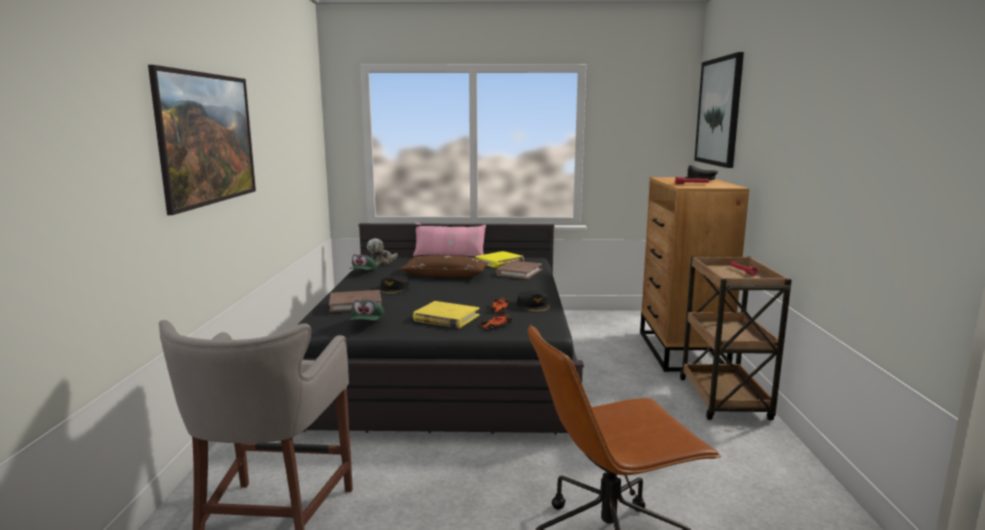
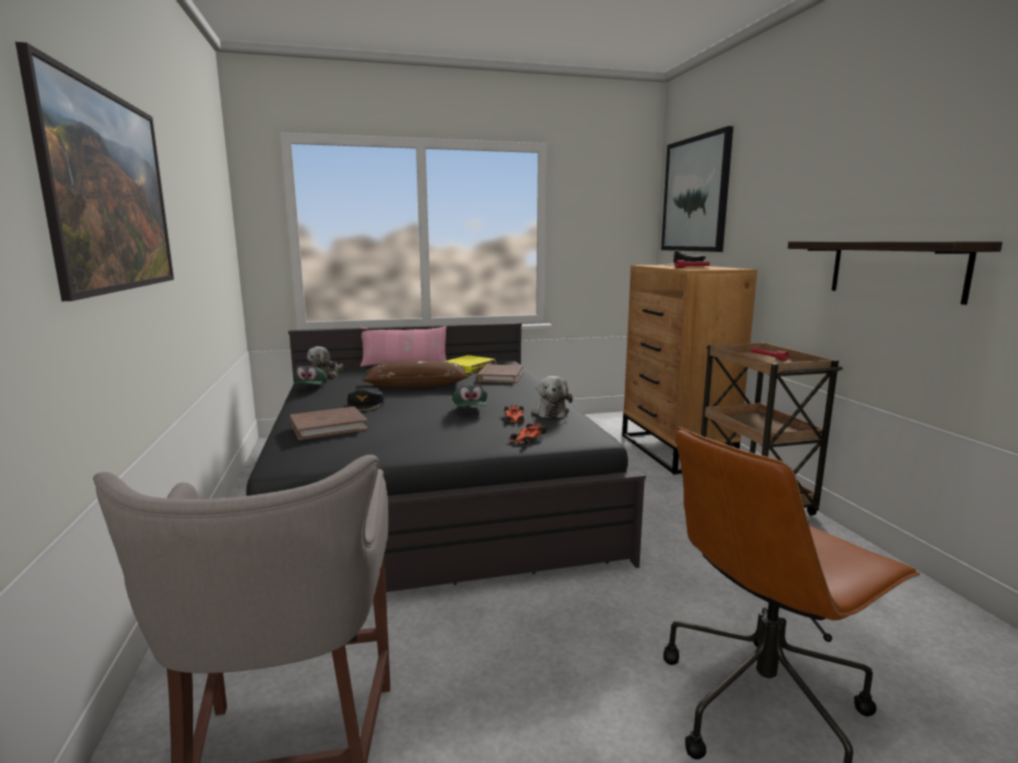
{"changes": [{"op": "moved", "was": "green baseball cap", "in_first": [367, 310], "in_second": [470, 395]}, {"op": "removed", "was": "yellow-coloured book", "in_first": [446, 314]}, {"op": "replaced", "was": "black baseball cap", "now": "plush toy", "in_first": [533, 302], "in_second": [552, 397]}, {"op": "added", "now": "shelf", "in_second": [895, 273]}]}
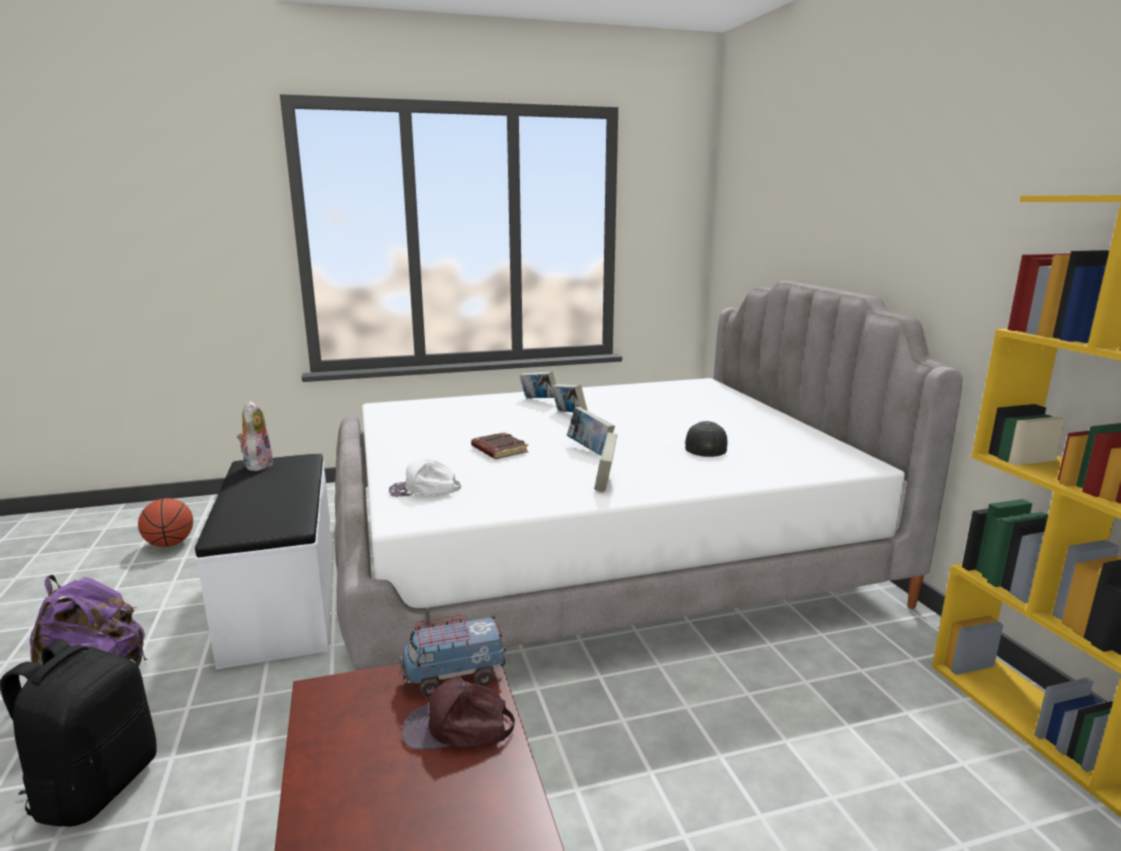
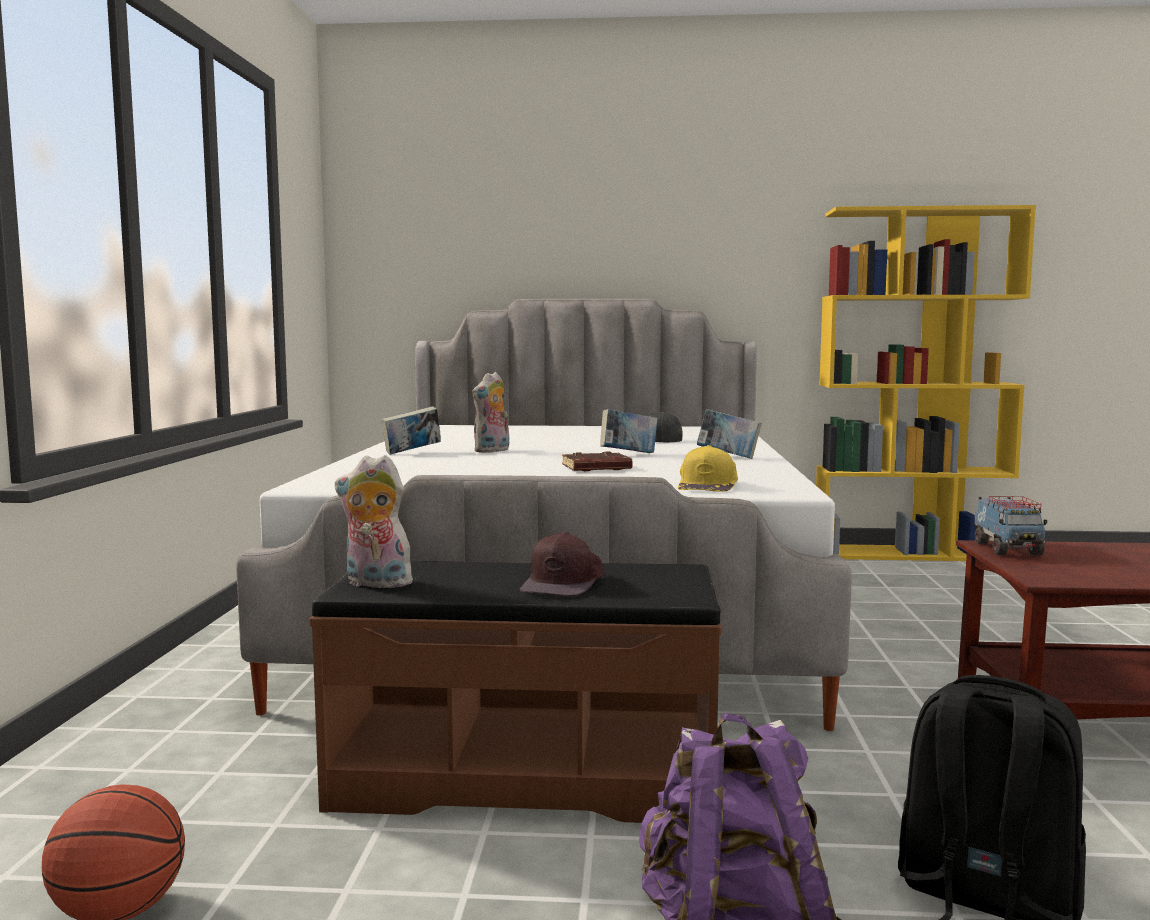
{"changes": [{"op": "recoloured", "was": "whitish long seat", "now": "brown-coloured long seat", "in_first": [264, 561], "in_second": [515, 692]}, {"op": "recoloured", "was": "whitish baseball cap", "now": "yellow-coloured baseball cap", "in_first": [425, 477], "in_second": [708, 468]}, {"op": "moved", "was": "brown-coloured baseball cap", "in_first": [458, 713], "in_second": [562, 563]}, {"op": "replaced", "was": "book", "now": "plush toy", "in_first": [569, 398], "in_second": [490, 412]}]}
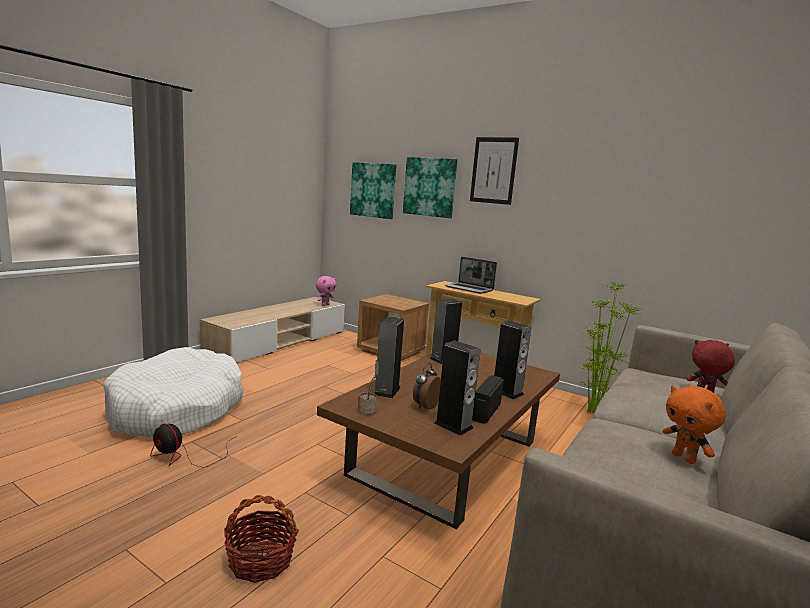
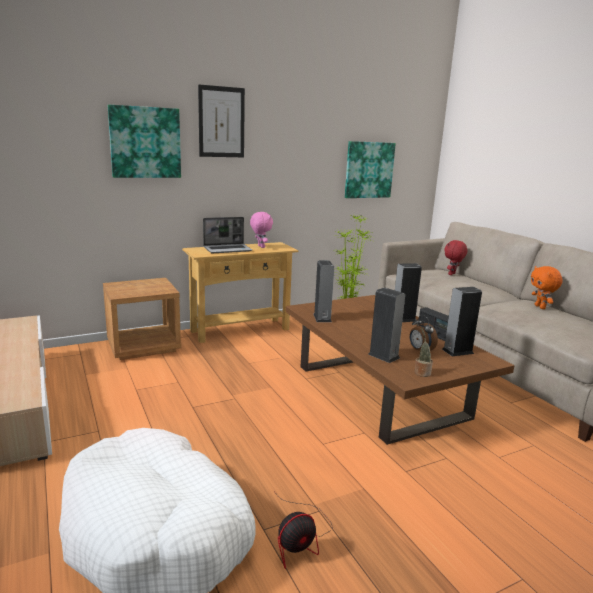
{"changes": [{"op": "removed", "was": "household basket", "in_first": [261, 539]}, {"op": "moved", "was": "pinkish plush toy", "in_first": [326, 291], "in_second": [261, 230]}, {"op": "moved", "was": "wall art", "in_first": [373, 190], "in_second": [370, 169]}, {"op": "turned", "was": "orangey plush toy", "in_first": [694, 424], "in_second": [546, 287], "clockwise": 75}]}
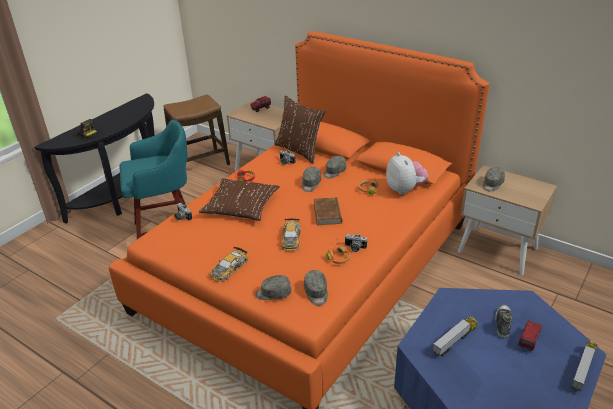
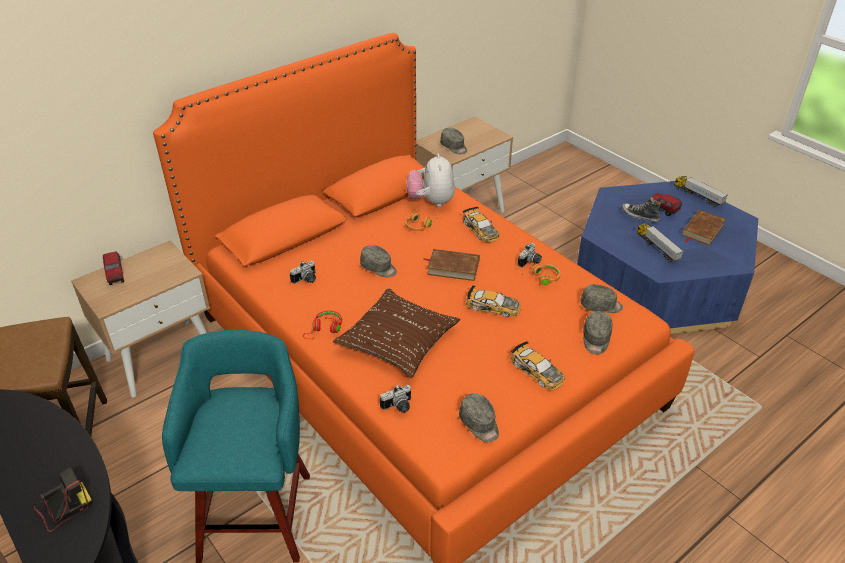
{"changes": [{"op": "removed", "was": "brown-coloured cushion", "in_first": [300, 130]}, {"op": "moved", "was": "gray baseball cap", "in_first": [334, 167], "in_second": [479, 417]}, {"op": "turned", "was": "plush toy", "in_first": [407, 173], "in_second": [430, 180], "clockwise": -90}, {"op": "added", "now": "model car", "in_second": [480, 224]}, {"op": "added", "now": "brown-coloured book", "in_second": [704, 228]}]}
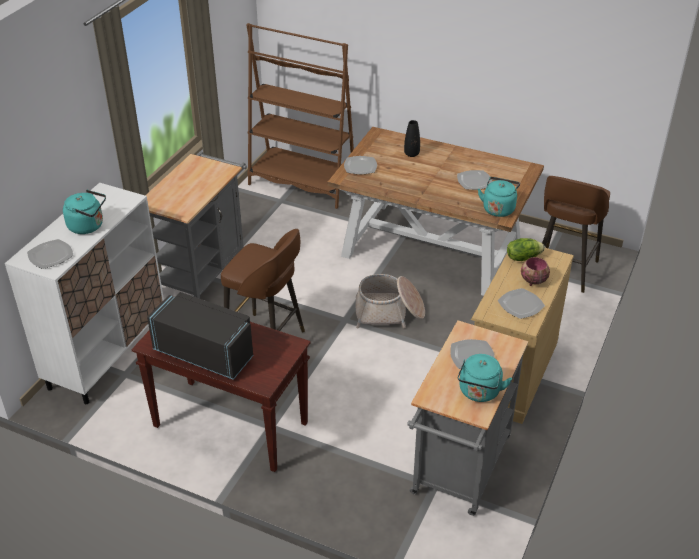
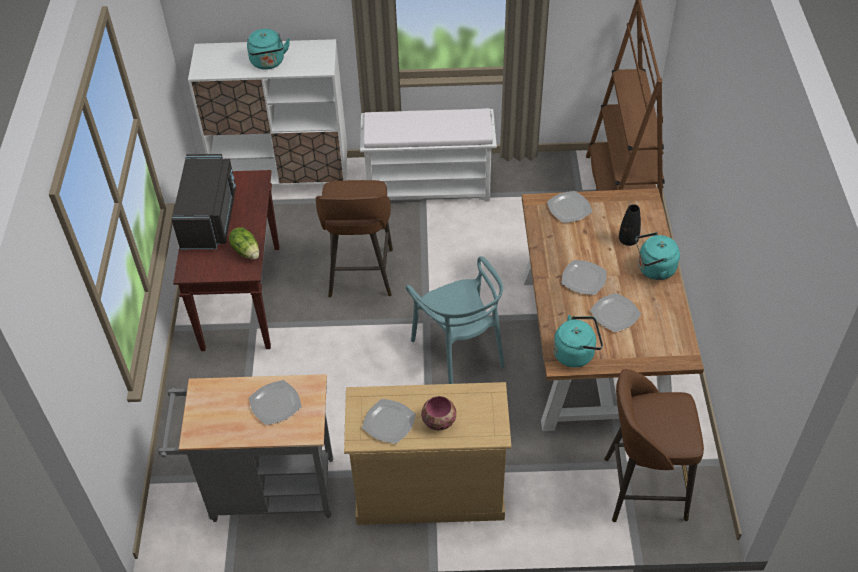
{"changes": [{"op": "moved", "was": "dinner plate", "in_first": [50, 254], "in_second": [584, 277]}, {"op": "replaced", "was": "gray wheeled cart", "now": "whitish long seat", "in_first": [196, 225], "in_second": [428, 154]}, {"op": "replaced", "was": "household basket", "now": "blue-green upright chair", "in_first": [390, 301], "in_second": [455, 320]}, {"op": "moved", "was": "blue-green kettle", "in_first": [485, 378], "in_second": [657, 256]}, {"op": "moved", "was": "head of lettuce", "in_first": [526, 249], "in_second": [244, 243]}]}
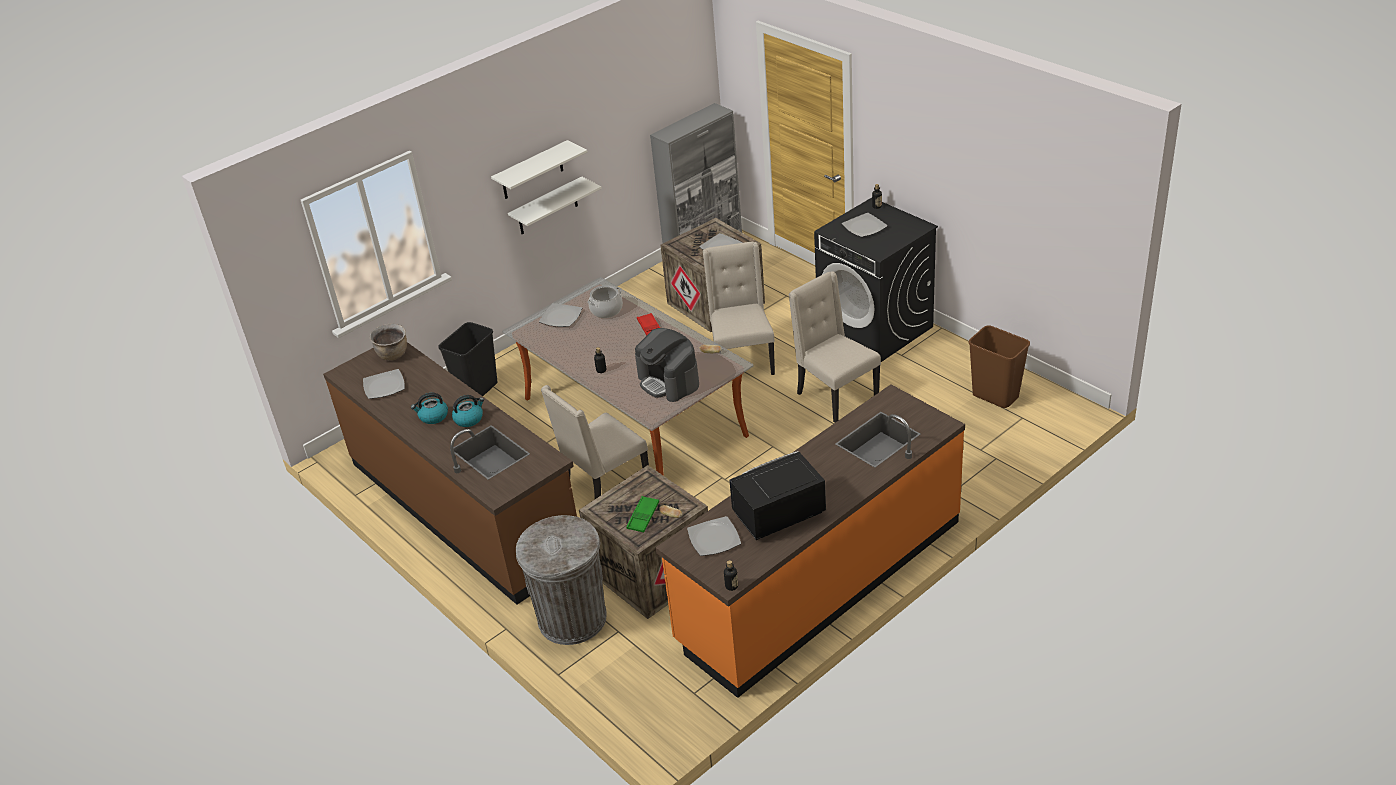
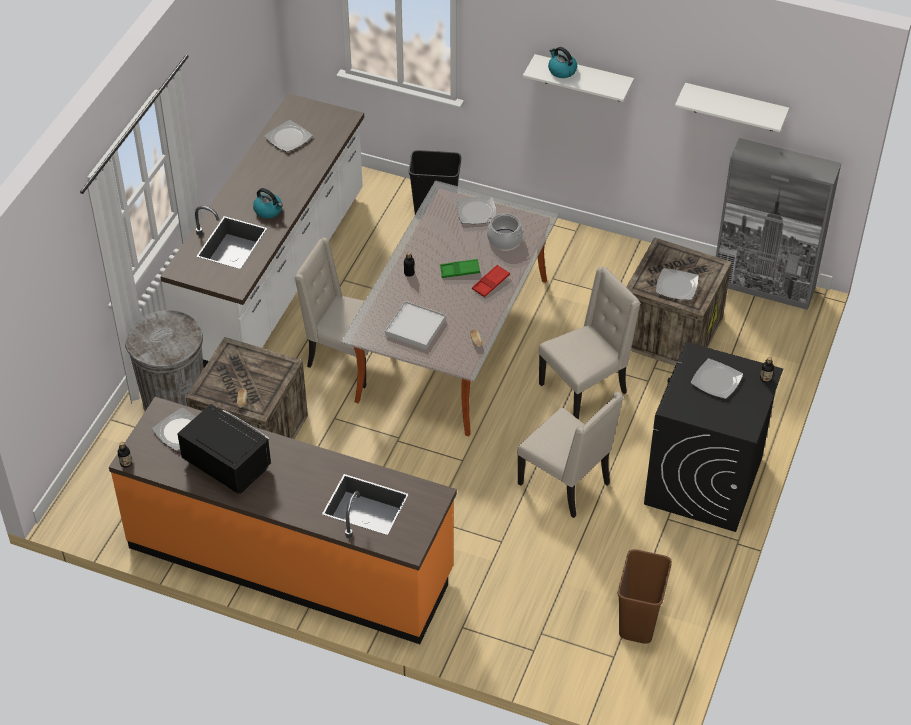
{"changes": [{"op": "recoloured", "was": "brown-coloured kitchen counter", "now": "whitish kitchen counter", "in_first": [450, 473], "in_second": [262, 230]}, {"op": "removed", "was": "brown-coloured cooking pot", "in_first": [388, 342]}, {"op": "moved", "was": "kettle", "in_first": [429, 408], "in_second": [562, 62]}, {"op": "moved", "was": "whitish shelf", "in_first": [555, 205], "in_second": [732, 107]}, {"op": "moved", "was": "green tray", "in_first": [643, 514], "in_second": [460, 268]}, {"op": "replaced", "was": "coffee maker", "now": "whitish tray", "in_first": [667, 365], "in_second": [415, 325]}, {"op": "turned", "was": "sand-coloured upright chair", "in_first": [835, 347], "in_second": [570, 455], "clockwise": 105}]}
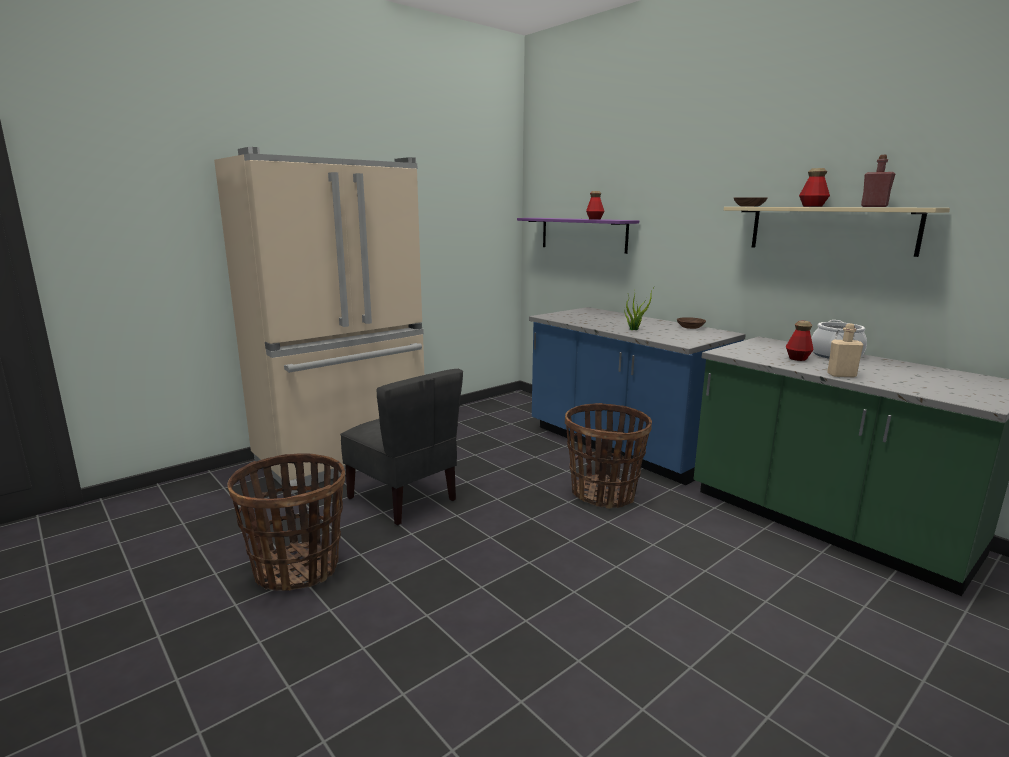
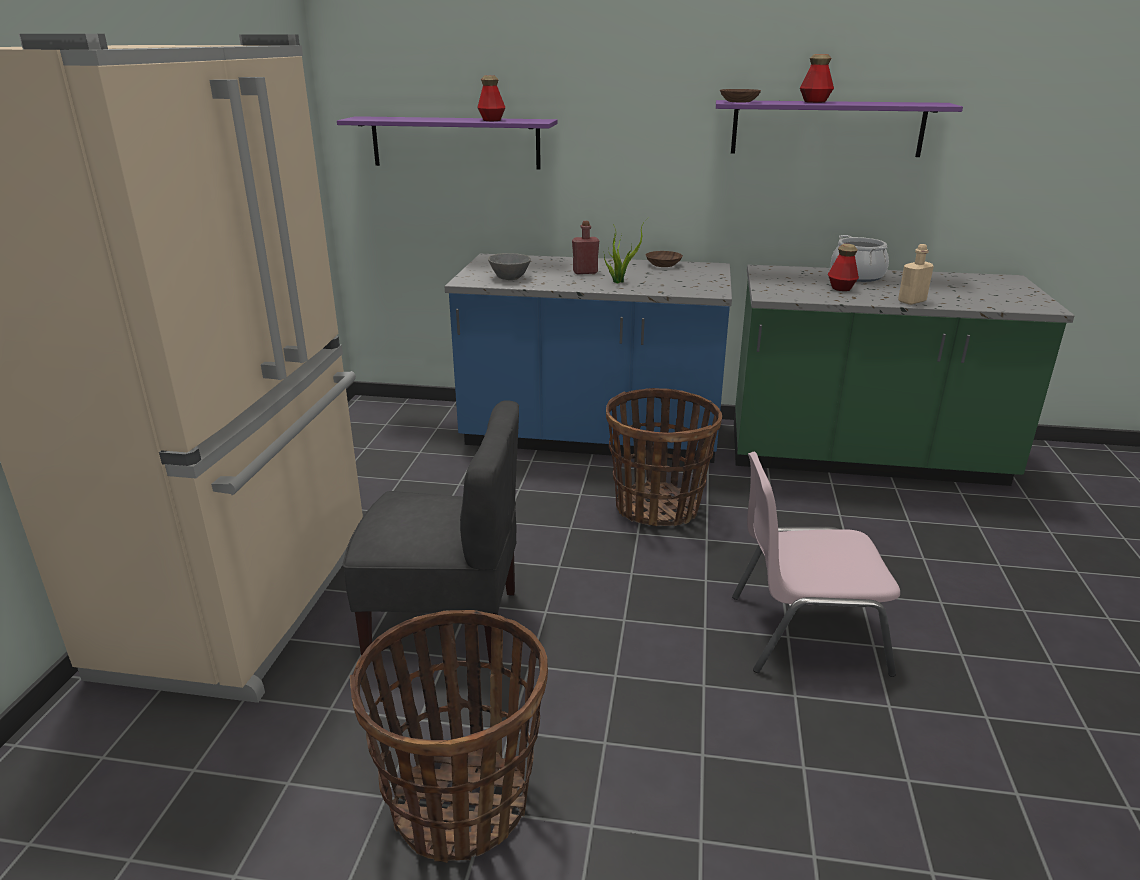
{"changes": [{"op": "recoloured", "was": "sand-coloured shelf", "now": "purplish shelf", "in_first": [837, 232], "in_second": [839, 128]}, {"op": "moved", "was": "red beverage bottle", "in_first": [878, 181], "in_second": [585, 247]}, {"op": "added", "now": "gray serving bowl", "in_second": [509, 266]}, {"op": "added", "now": "pinkish upright chair", "in_second": [816, 564]}]}
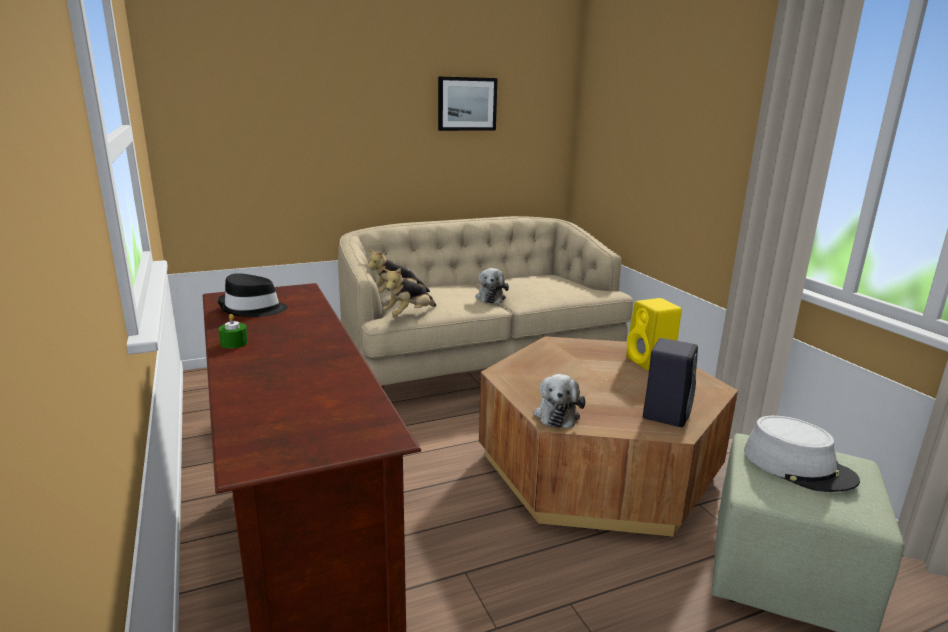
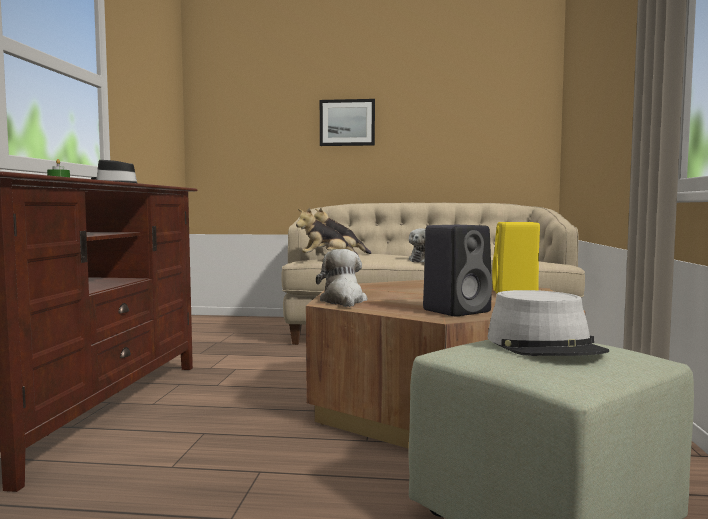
{"changes": [{"op": "moved", "was": "wall art", "in_first": [468, 104], "in_second": [347, 122]}, {"op": "turned", "was": "plush toy", "in_first": [559, 401], "in_second": [341, 278], "clockwise": 135}]}
